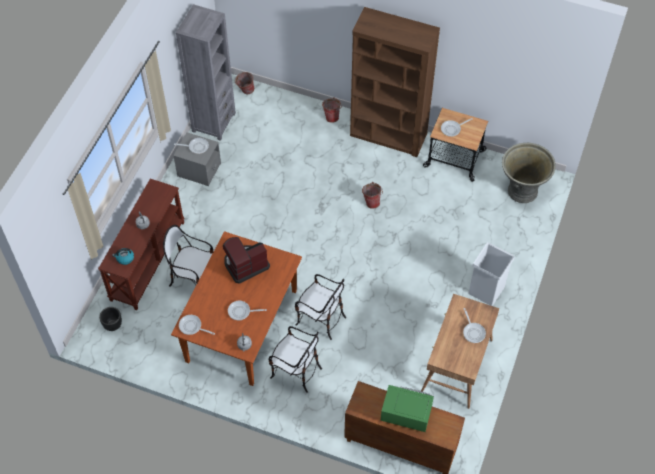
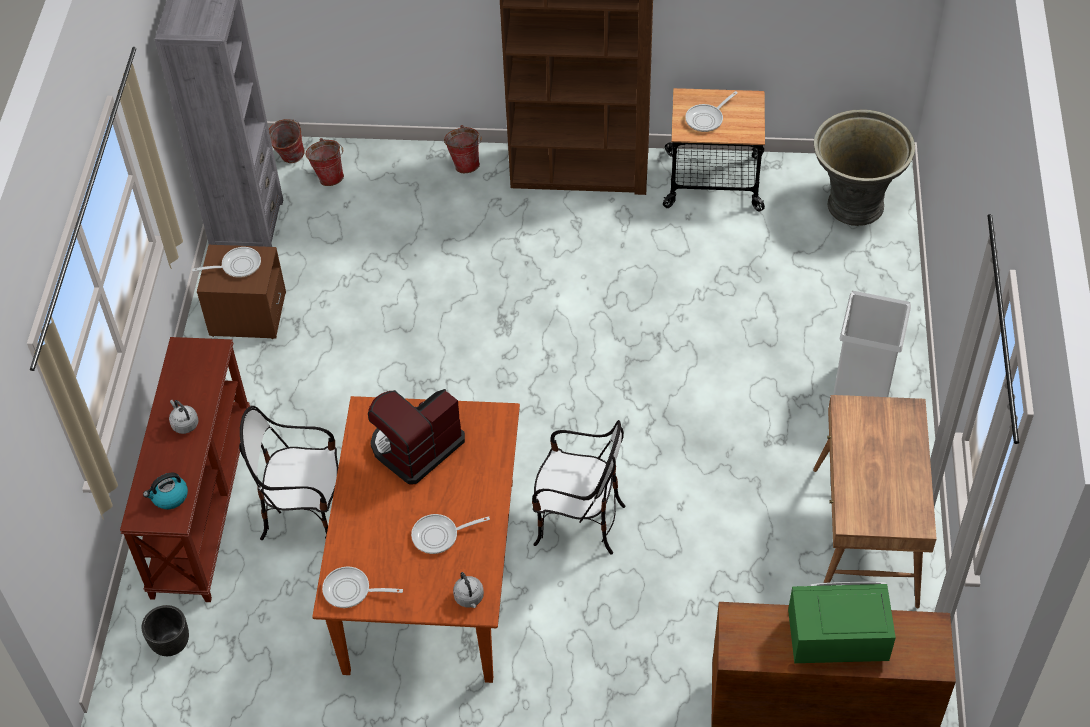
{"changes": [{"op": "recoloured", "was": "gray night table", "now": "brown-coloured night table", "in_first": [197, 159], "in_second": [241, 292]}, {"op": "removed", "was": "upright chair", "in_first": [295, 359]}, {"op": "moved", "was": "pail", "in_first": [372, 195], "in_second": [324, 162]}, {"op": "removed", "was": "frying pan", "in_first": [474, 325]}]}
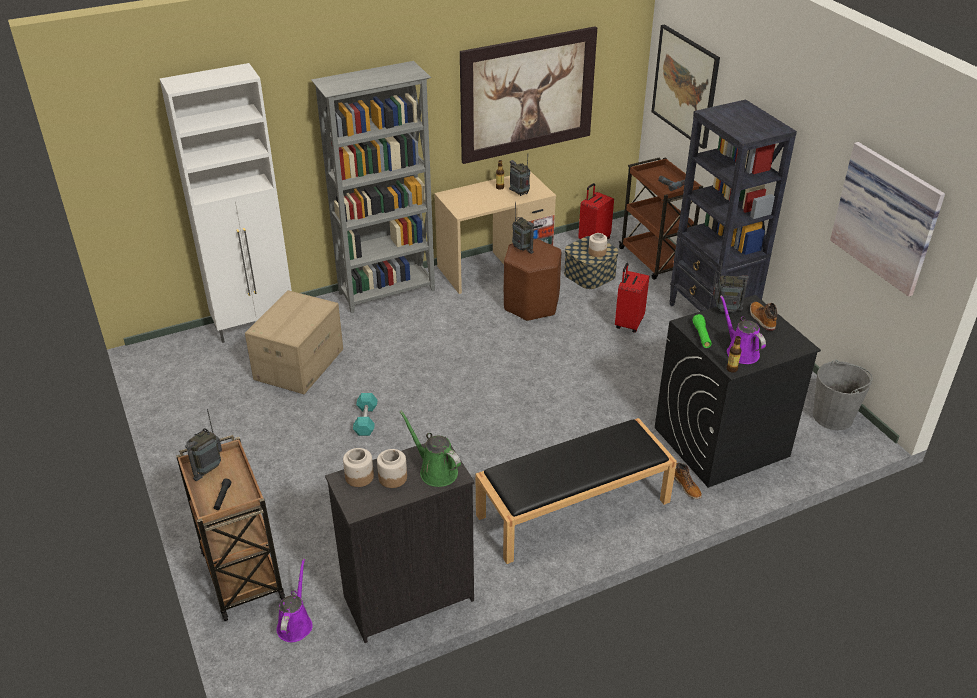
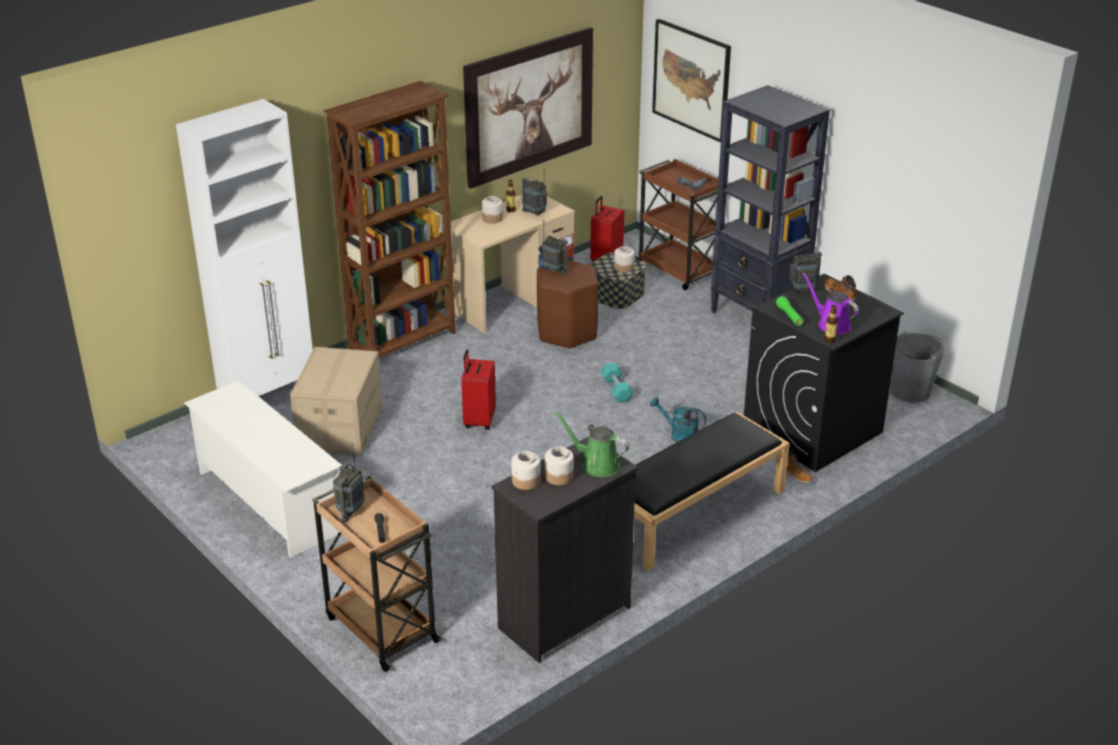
{"changes": [{"op": "removed", "was": "purplish sprinkling can", "in_first": [295, 600]}, {"op": "recoloured", "was": "gray shelving unit", "now": "brown-coloured shelving unit", "in_first": [373, 187], "in_second": [389, 219]}, {"op": "moved", "was": "blue-green hand weight", "in_first": [365, 414], "in_second": [617, 382]}, {"op": "moved", "was": "red travel case", "in_first": [632, 298], "in_second": [478, 389]}, {"op": "removed", "was": "wall art", "in_first": [887, 219]}, {"op": "added", "now": "whitish shoe stand", "in_second": [263, 469]}, {"op": "added", "now": "jar", "in_second": [492, 209]}, {"op": "added", "now": "blue-green sprinkling can", "in_second": [678, 419]}]}
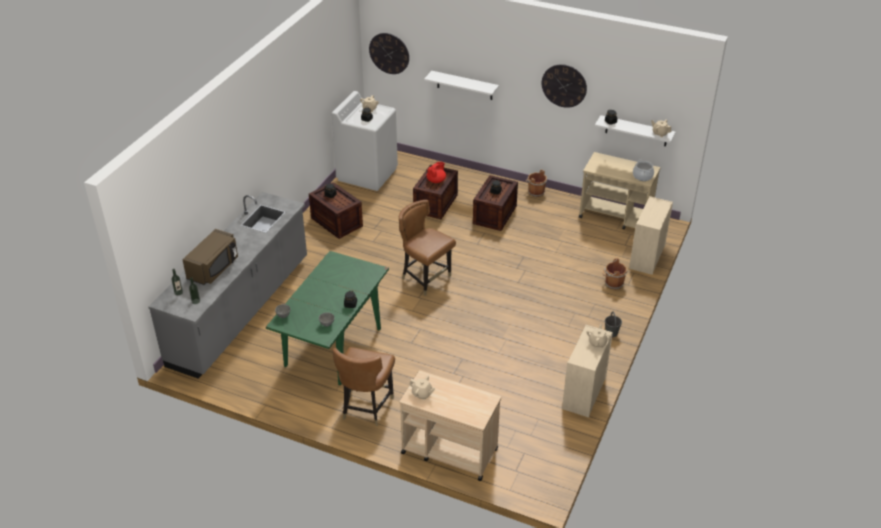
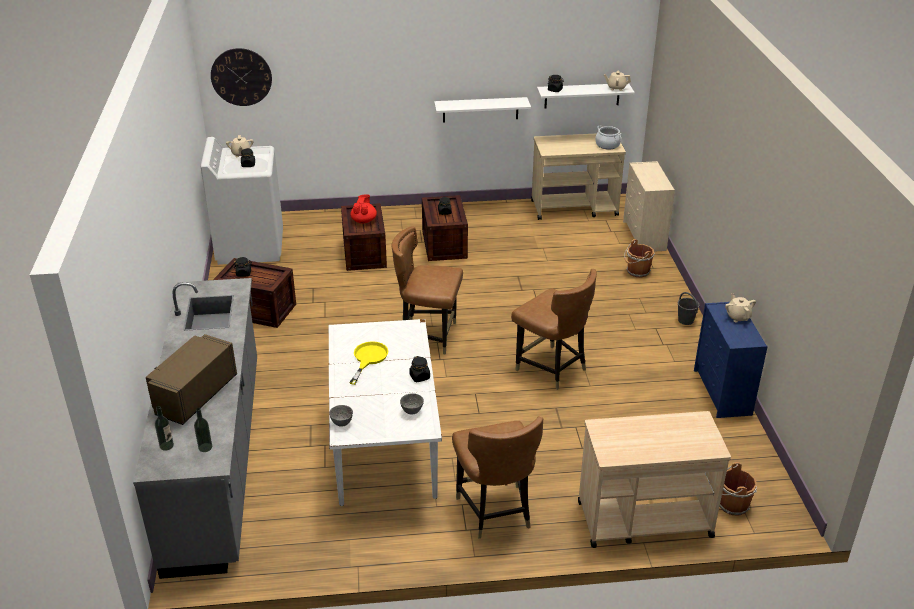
{"changes": [{"op": "turned", "was": "brown-coloured microwave", "in_first": [210, 257], "in_second": [191, 379], "clockwise": -150}, {"op": "recoloured", "was": "green kitchen table", "now": "whitish kitchen table", "in_first": [327, 318], "in_second": [385, 412]}, {"op": "removed", "was": "sand-coloured tea pot", "in_first": [422, 388]}, {"op": "moved", "was": "whitish shelf", "in_first": [461, 85], "in_second": [482, 110]}, {"op": "moved", "was": "brown-coloured pail", "in_first": [536, 183], "in_second": [738, 489]}, {"op": "removed", "was": "wall clock", "in_first": [564, 86]}, {"op": "recoloured", "was": "sand-coloured chest of drawers", "now": "blue-coloured chest of drawers", "in_first": [587, 371], "in_second": [731, 360]}, {"op": "added", "now": "yellow-coloured frying pan", "in_second": [368, 363]}, {"op": "added", "now": "brown-coloured upright chair", "in_second": [554, 329]}]}
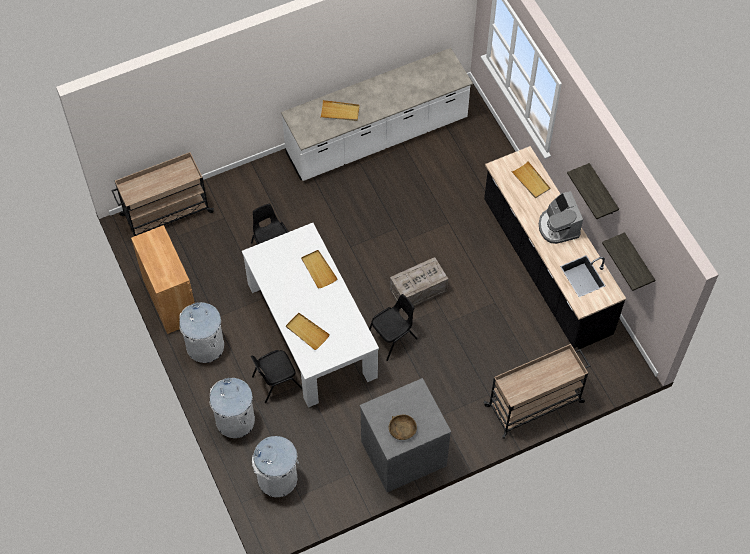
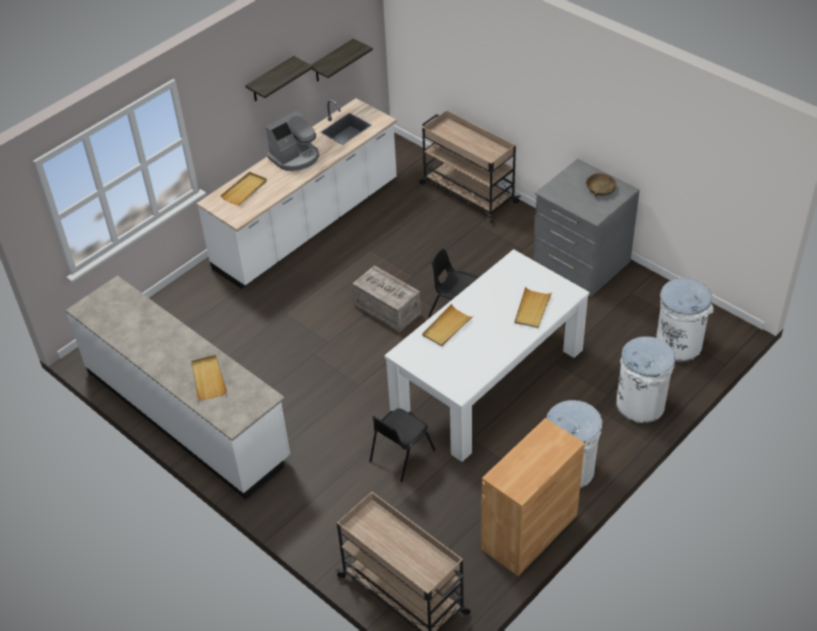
{"changes": [{"op": "removed", "was": "black upright chair", "in_first": [276, 376]}, {"op": "recoloured", "was": "black kitchen counter", "now": "whitish kitchen counter", "in_first": [555, 247], "in_second": [296, 193]}]}
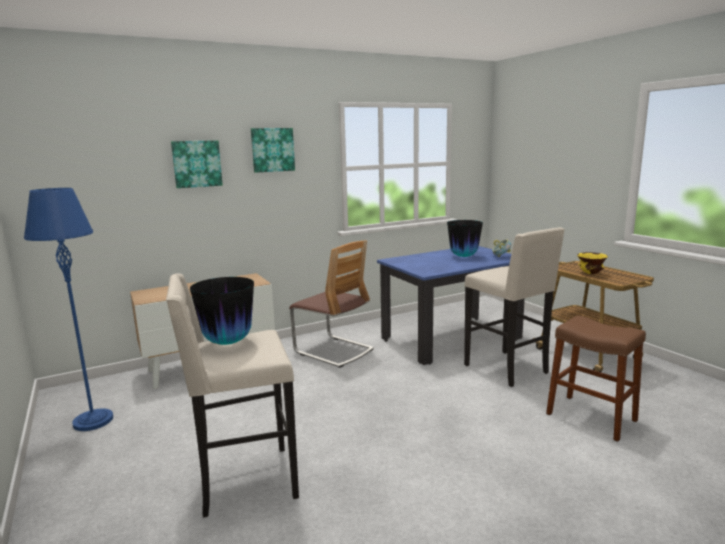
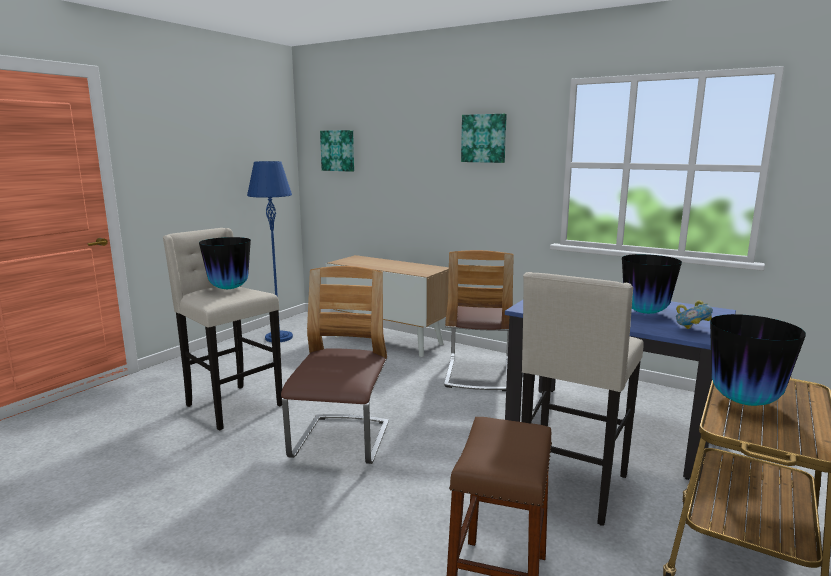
{"changes": [{"op": "moved", "was": "wall art", "in_first": [197, 164], "in_second": [337, 151]}, {"op": "replaced", "was": "yellow-coloured serving bowl", "now": "vase", "in_first": [592, 263], "in_second": [758, 360]}, {"op": "added", "now": "upright chair", "in_second": [335, 365]}]}
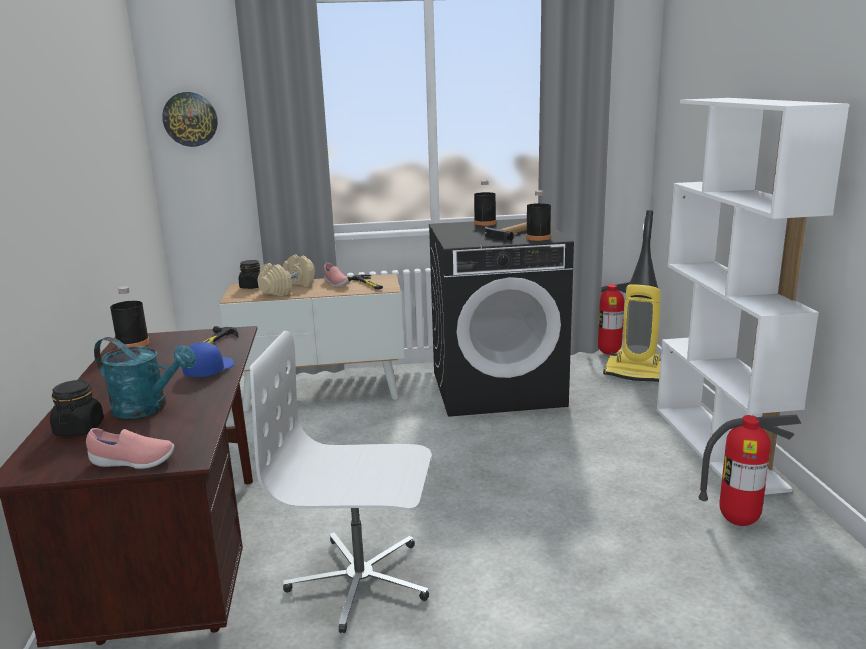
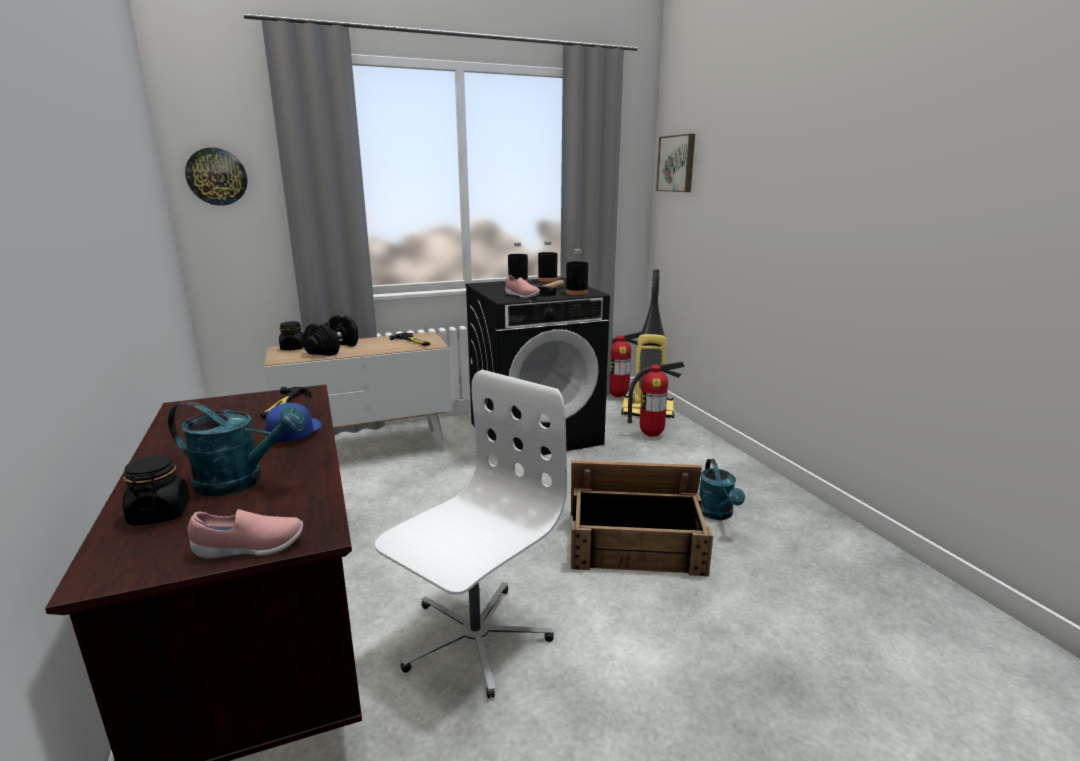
{"changes": [{"op": "moved", "was": "black beverage bottle", "in_first": [130, 317], "in_second": [548, 261]}, {"op": "turned", "was": "whitish office chair", "in_first": [341, 482], "in_second": [471, 534], "clockwise": 135}, {"op": "recoloured", "was": "sand-coloured hand weight", "now": "black hand weight", "in_first": [286, 275], "in_second": [330, 335]}, {"op": "moved", "was": "pinkish low shoe", "in_first": [336, 275], "in_second": [522, 286]}, {"op": "removed", "was": "whitish shelving unit", "in_first": [753, 296]}, {"op": "moved", "was": "extinguisher", "in_first": [750, 470], "in_second": [656, 399]}, {"op": "added", "now": "crate", "in_second": [642, 518]}, {"op": "added", "now": "wall art", "in_second": [675, 163]}, {"op": "added", "now": "blue-green sprinkling can", "in_second": [722, 489]}]}
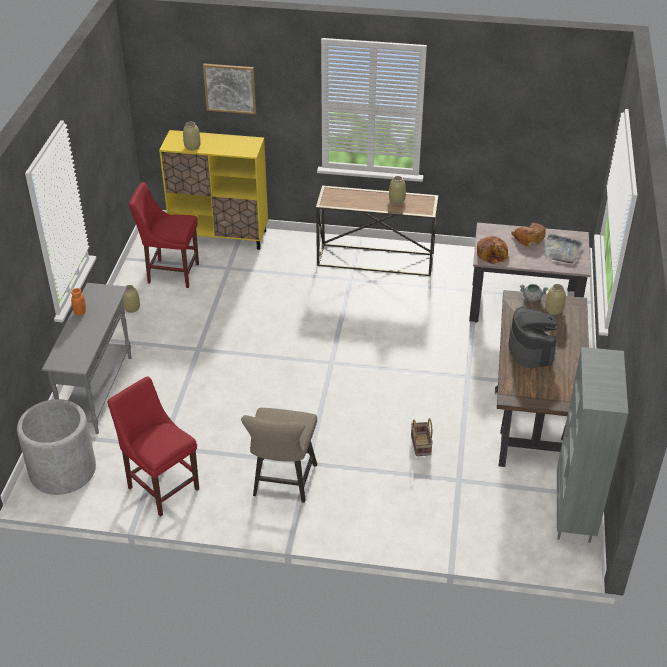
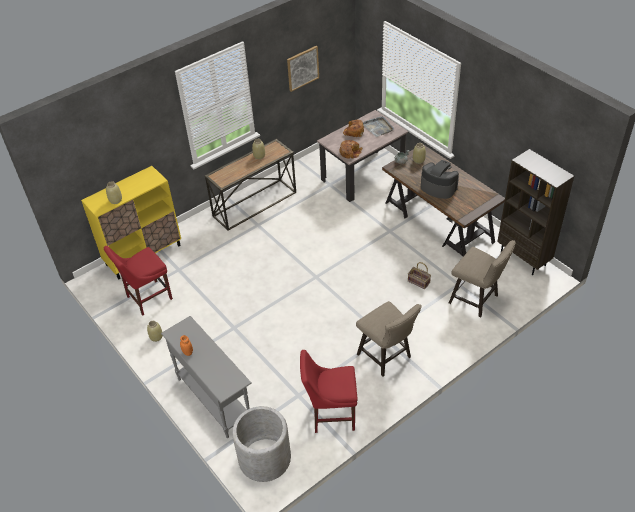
{"changes": [{"op": "moved", "was": "wall art", "in_first": [229, 89], "in_second": [303, 69]}, {"op": "recoloured", "was": "gray shelving unit", "now": "brown-coloured shelving unit", "in_first": [592, 445], "in_second": [535, 212]}, {"op": "added", "now": "sand-coloured sitting stool", "in_second": [482, 279]}]}
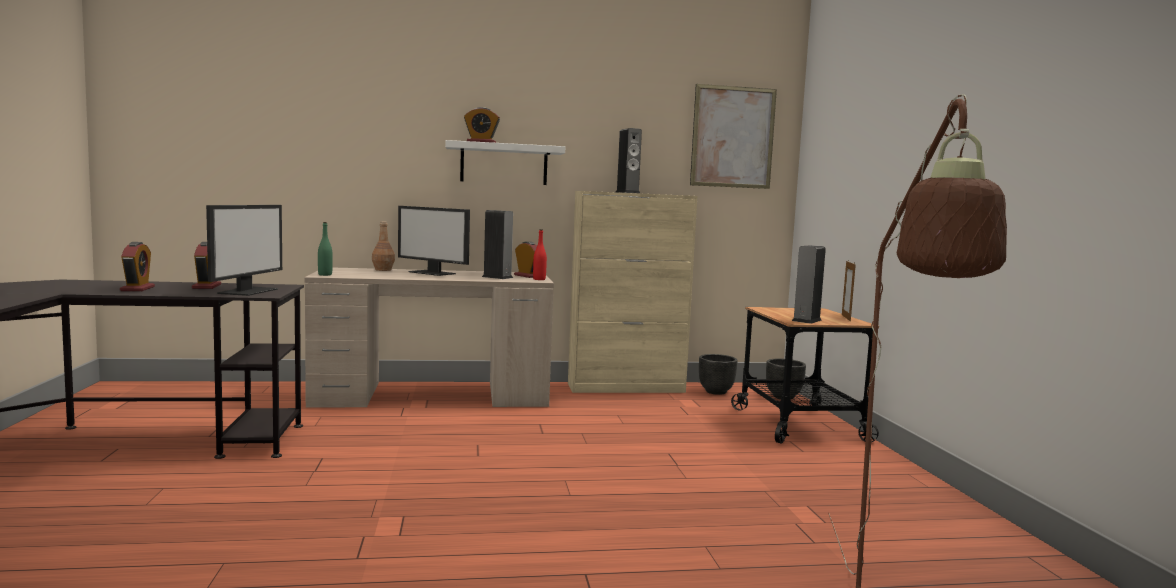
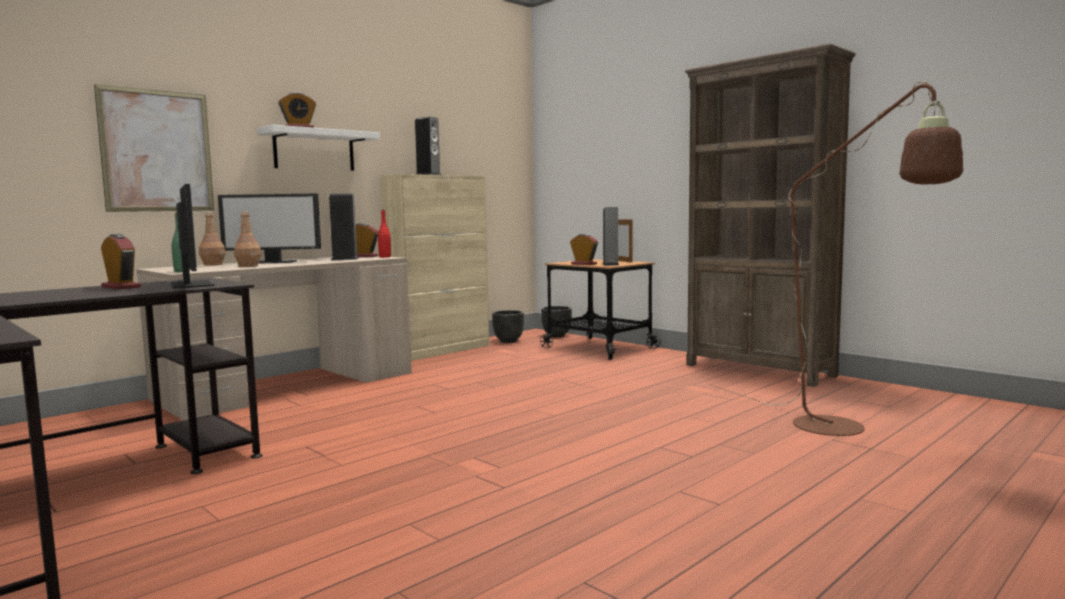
{"changes": [{"op": "moved", "was": "bedside clock", "in_first": [137, 266], "in_second": [584, 249]}, {"op": "moved", "was": "wall art", "in_first": [733, 136], "in_second": [154, 148]}, {"op": "added", "now": "brown-coloured beverage bottle", "in_second": [247, 239]}, {"op": "added", "now": "brown-coloured shelving unit", "in_second": [770, 215]}]}
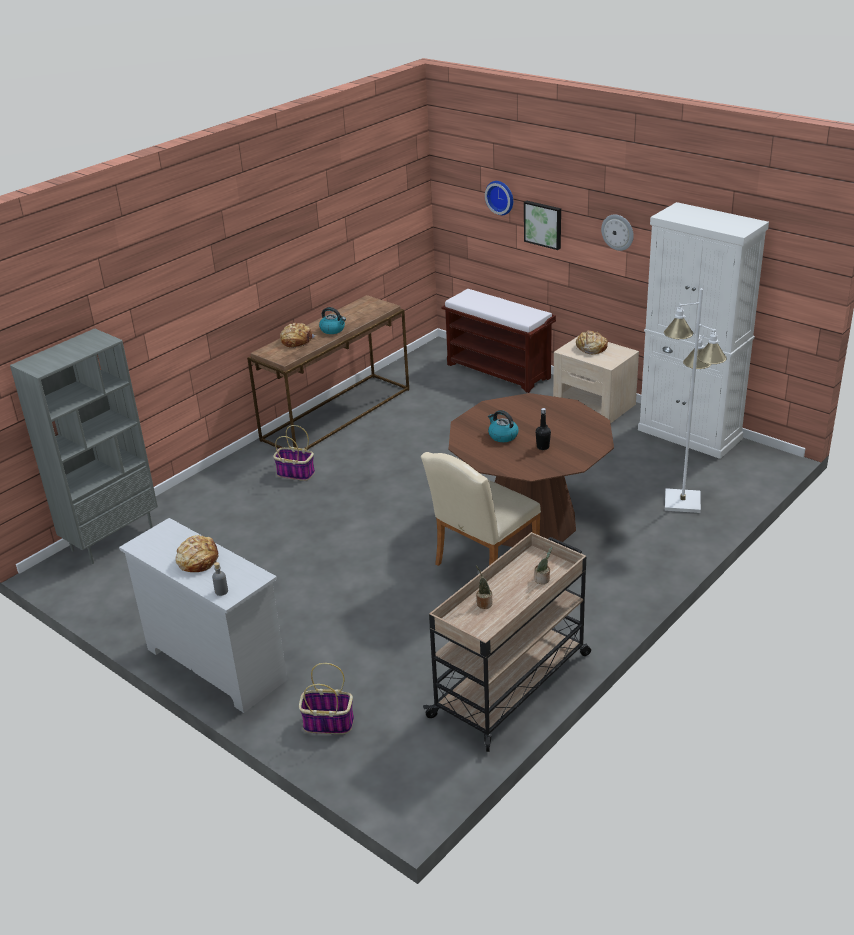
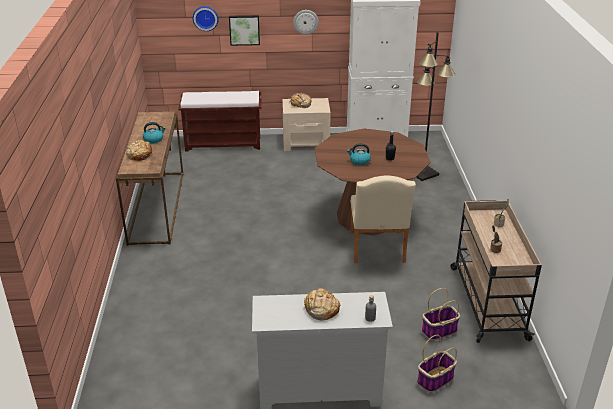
{"changes": [{"op": "removed", "was": "gray shelving unit", "in_first": [84, 446]}, {"op": "moved", "was": "household basket", "in_first": [294, 453], "in_second": [441, 314]}, {"op": "recoloured", "was": "whitish standard lamp", "now": "black standard lamp", "in_first": [695, 400], "in_second": [435, 106]}]}
